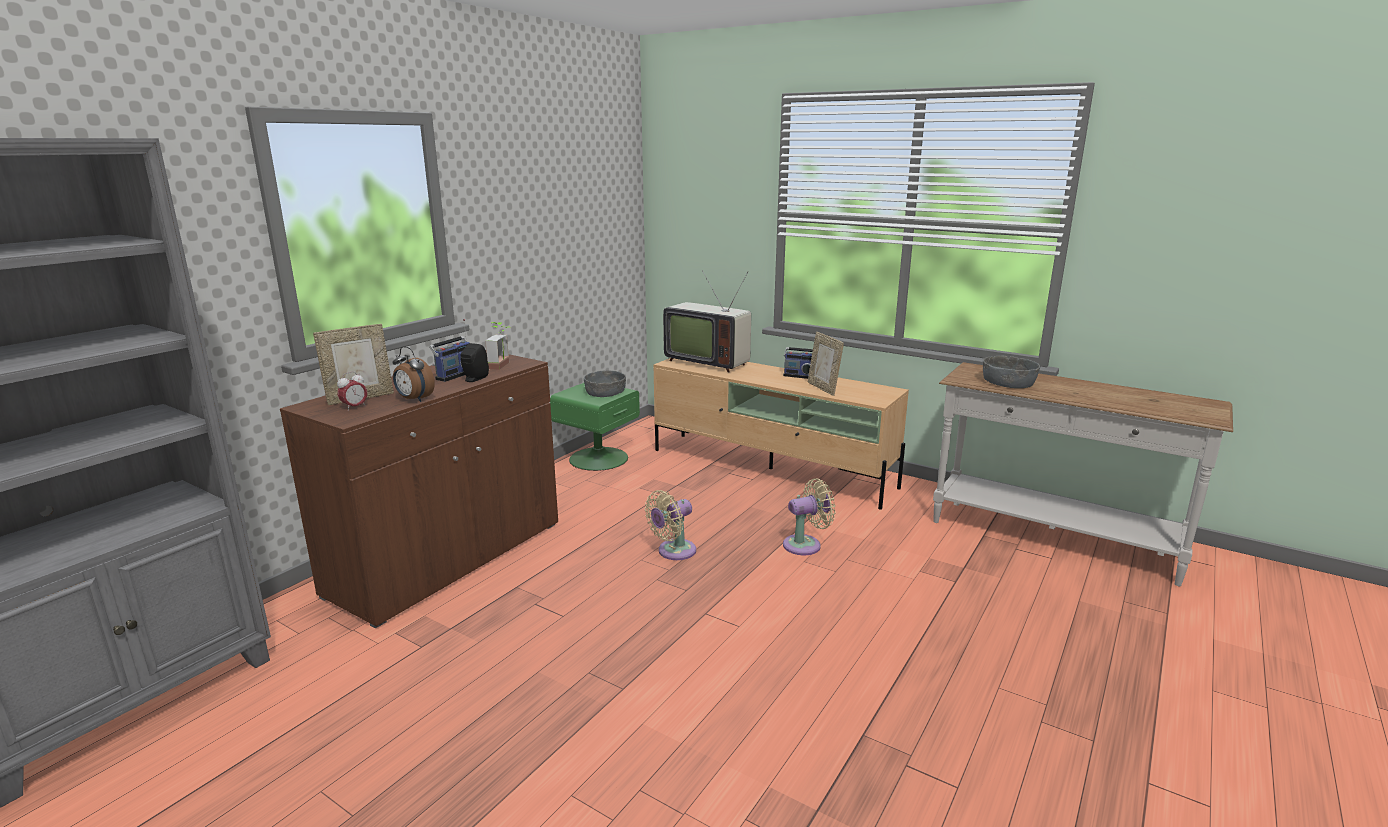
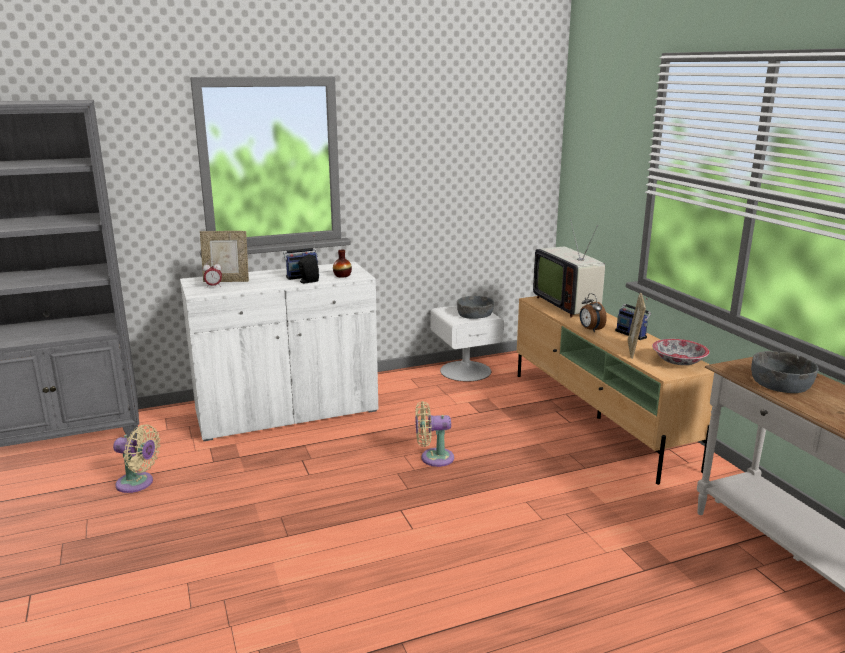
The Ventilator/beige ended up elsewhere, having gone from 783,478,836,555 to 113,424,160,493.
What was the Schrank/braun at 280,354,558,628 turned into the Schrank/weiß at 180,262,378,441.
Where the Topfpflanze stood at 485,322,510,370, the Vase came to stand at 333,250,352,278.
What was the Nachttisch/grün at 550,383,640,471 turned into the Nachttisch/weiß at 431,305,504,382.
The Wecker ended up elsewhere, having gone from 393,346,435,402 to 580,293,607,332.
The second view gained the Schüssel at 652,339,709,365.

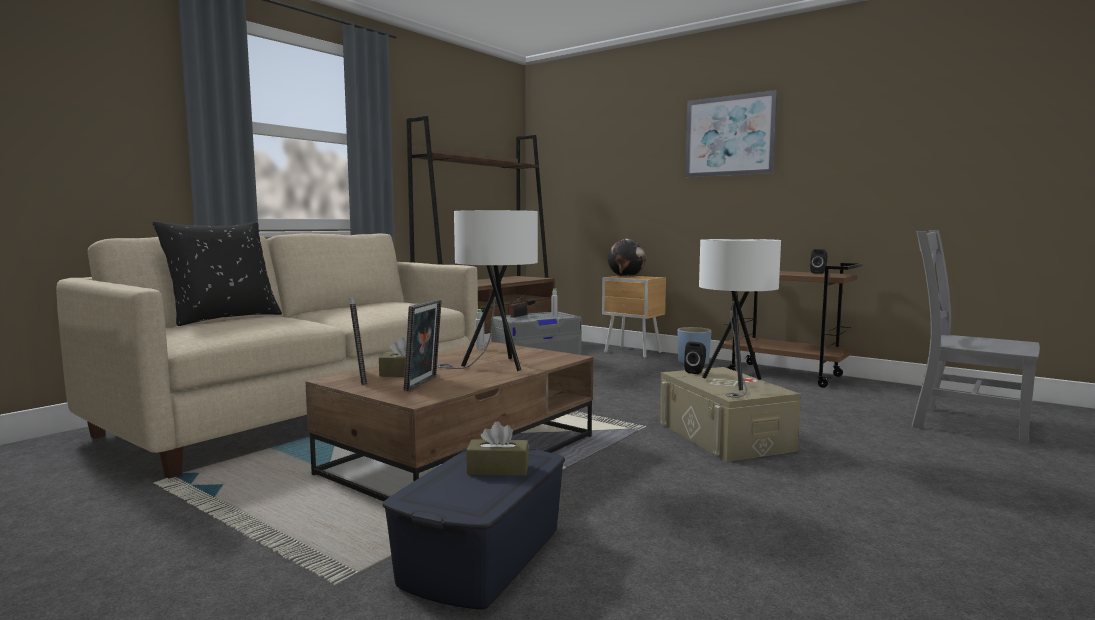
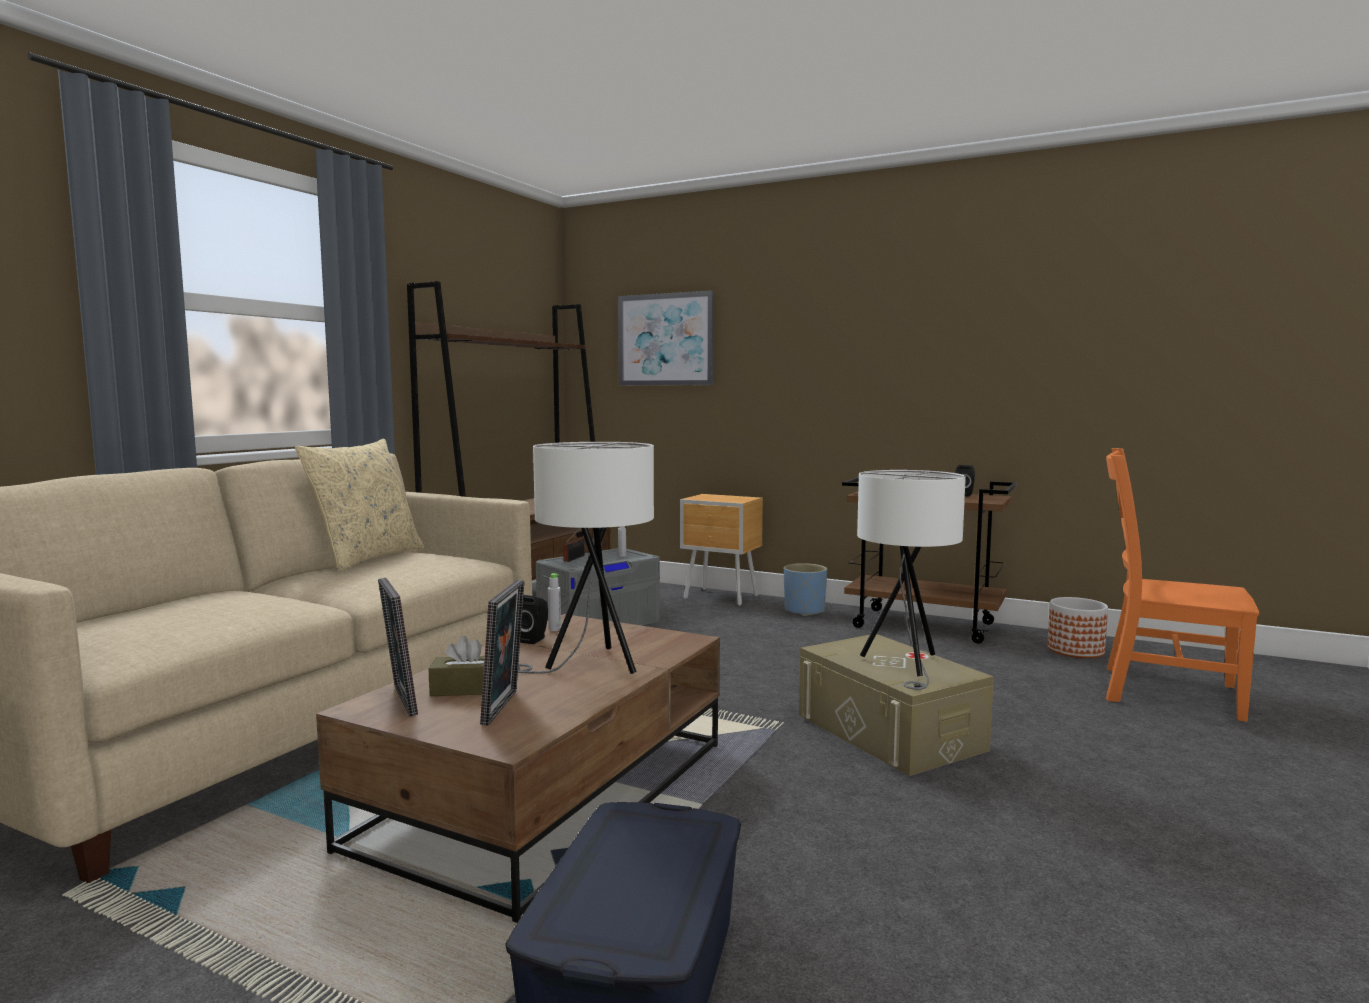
The second view gained the Kissen/beige at 295,439,424,571.
The Lautsprecher/schwarz ended up elsewhere, having gone from 684,341,706,374 to 520,595,548,644.
The Bild ended up elsewhere, having gone from 685,90,778,178 to 618,290,714,385.
The second view gained the Pflanzkübel at 1047,597,1108,658.
What was the Stuhl/grau at 912,230,1040,446 turned into the Stuhl/orange at 1106,448,1259,722.
The second view lost the Kissen/schwarz at 153,221,282,326.
The second view lost the Taschentuchbox/braun at 466,421,529,476.
The second view lost the Globus at 608,239,646,277.

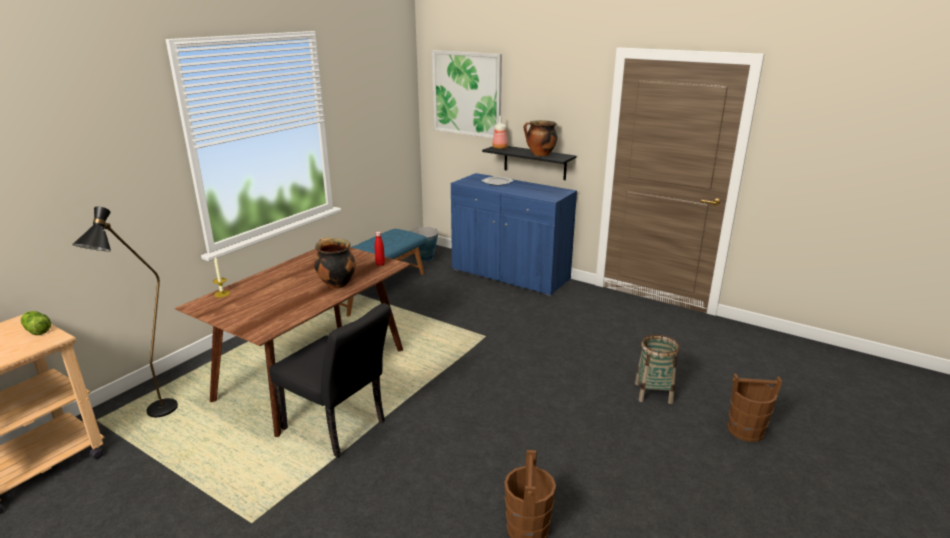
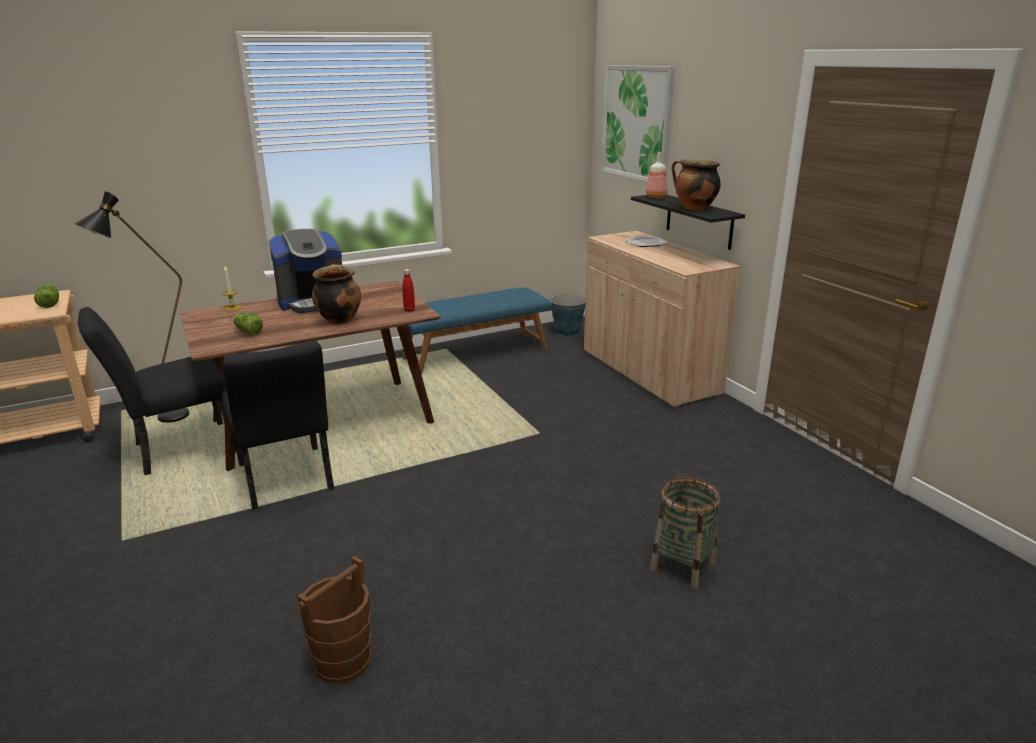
The second view gained the Stuhl/schwarz at 78,307,236,475.
The second view gained the Salatkopf at 233,312,263,336.
The second view gained the Kaffeemaschine at 269,229,342,313.
What was the Schrank/blau at 451,173,577,296 turned into the Schrank/beige at 584,231,740,408.
The second view lost the Eimer/braun at 727,374,782,442.

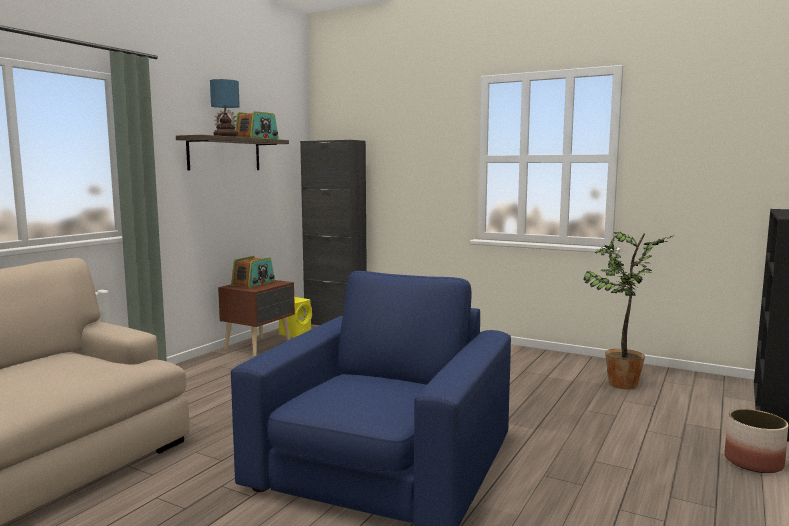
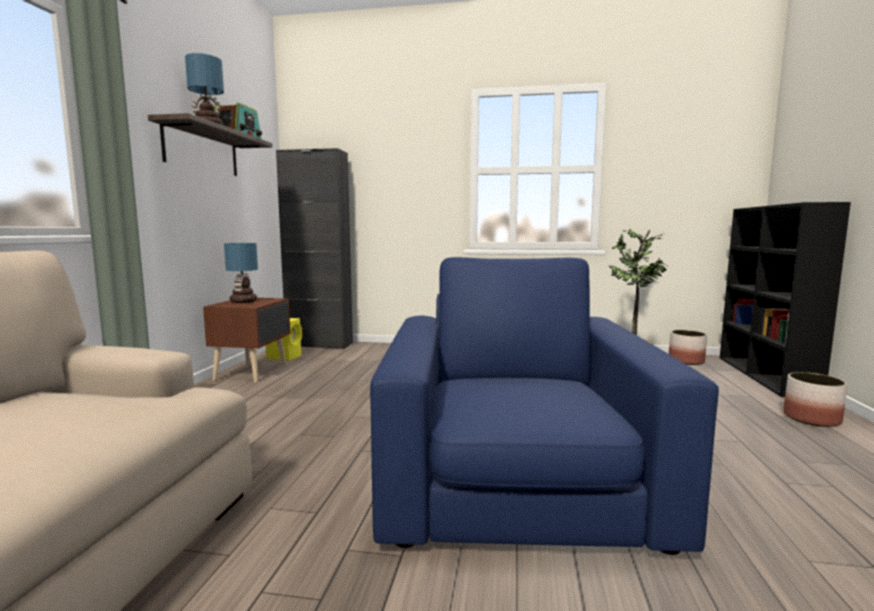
Where the Radio stood at 231,256,275,288, the Tischlampe came to stand at 224,243,258,303.
The second view gained the Pflanzkübel at 668,330,707,365.

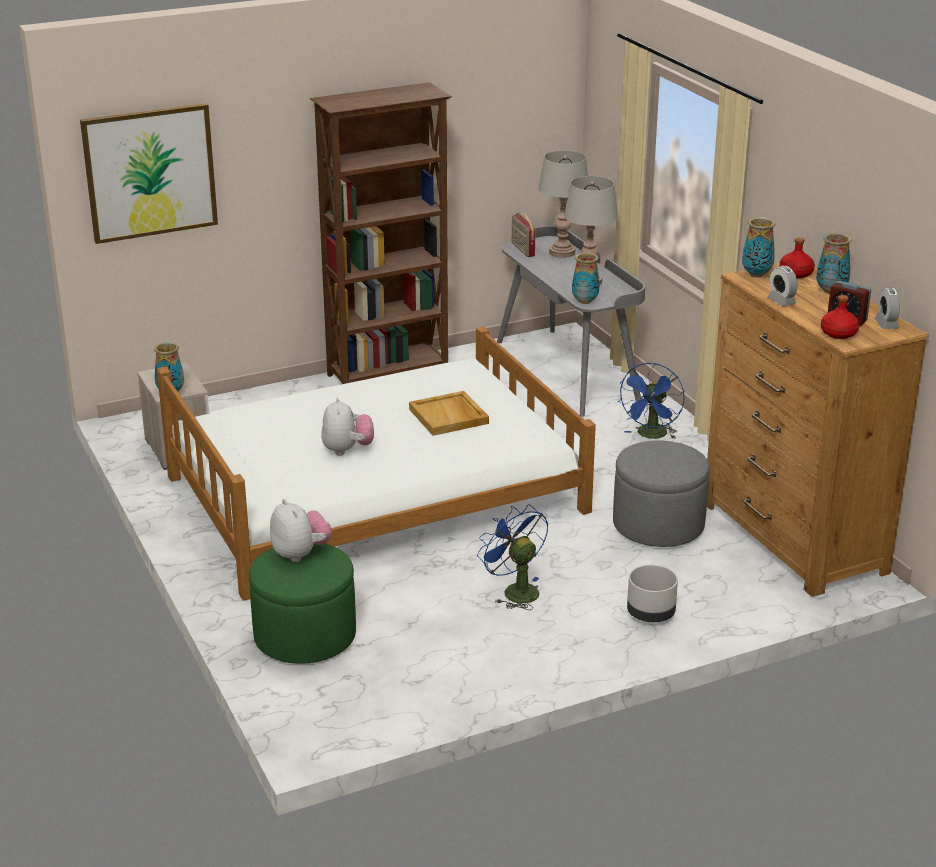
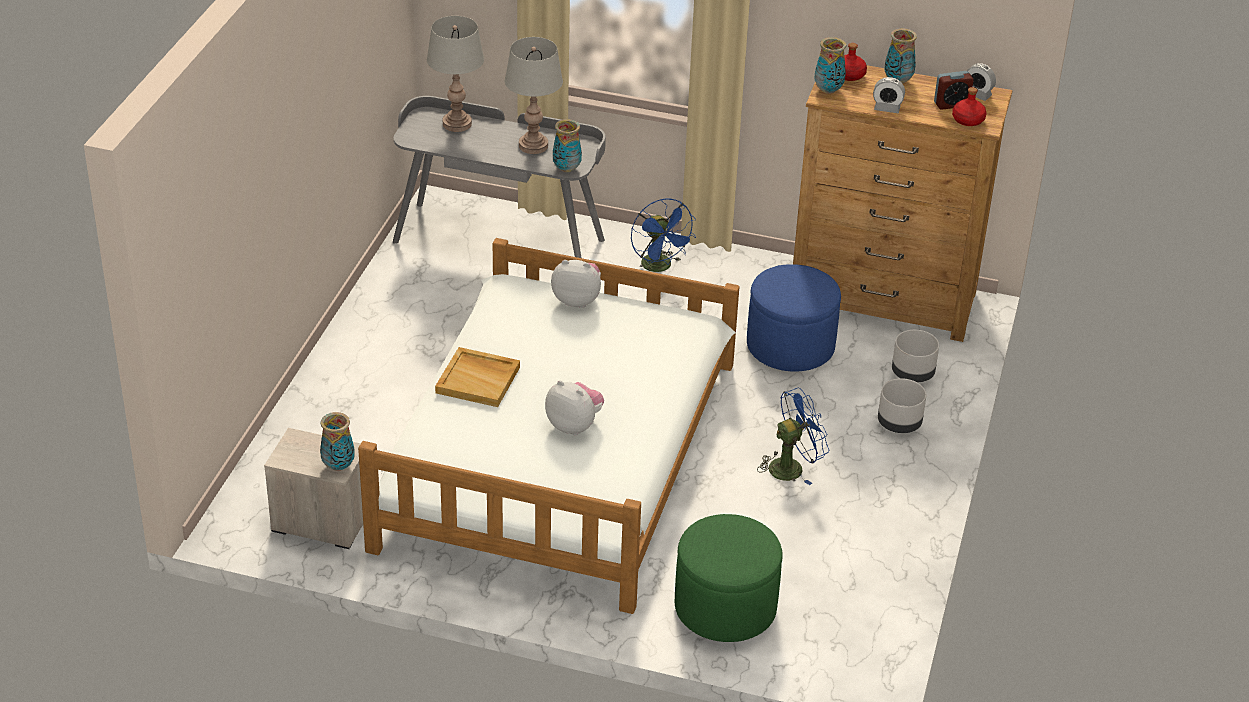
The Tablett/beige ended up elsewhere, having gone from 409,391,489,436 to 435,347,520,407.
The Plüschtier ended up elsewhere, having gone from 270,499,332,562 to 551,260,601,308.
What was the Polsterhocker/grau at 613,440,710,547 turned into the Polsterhocker/blau at 747,264,841,372.
The Ventilator/blau at 477,505,548,610 ended up facing another way, 150 degrees clockwise from before.
The second view gained the Pflanzkübel/grau at 892,330,939,382.
The second view lost the Bild at 80,103,218,244.
The second view lost the Bücherregal/braun at 310,82,452,384.
The second view lost the Radio at 512,213,536,257.

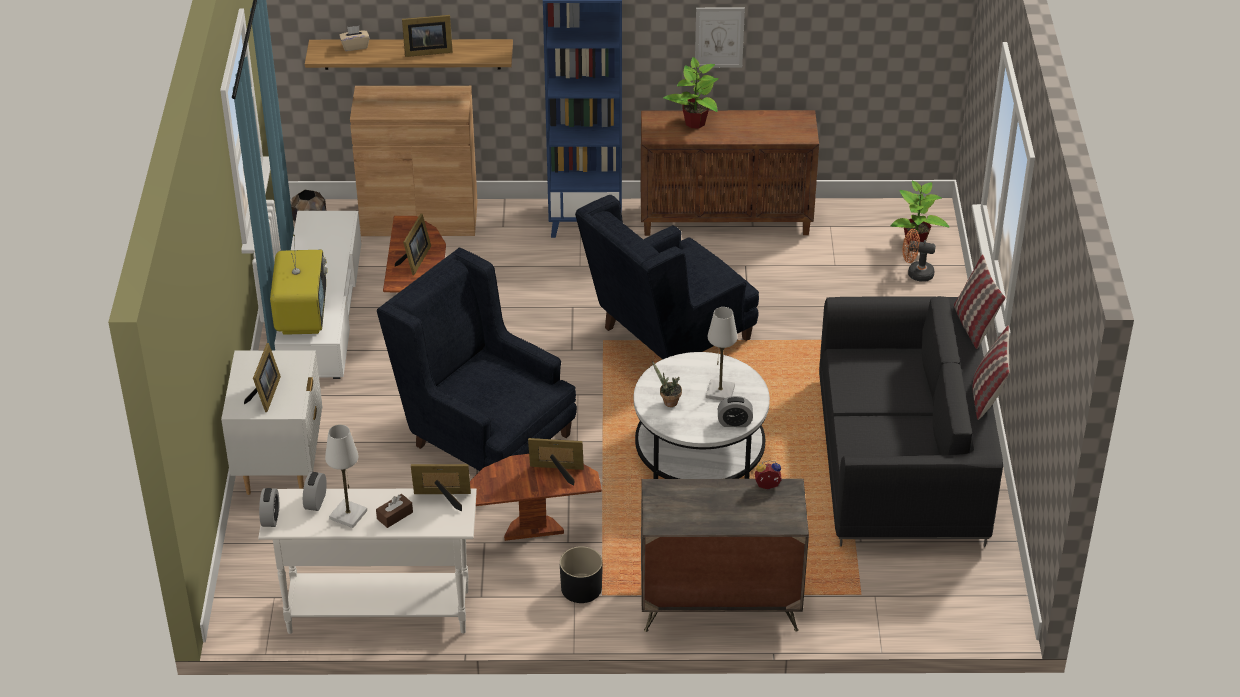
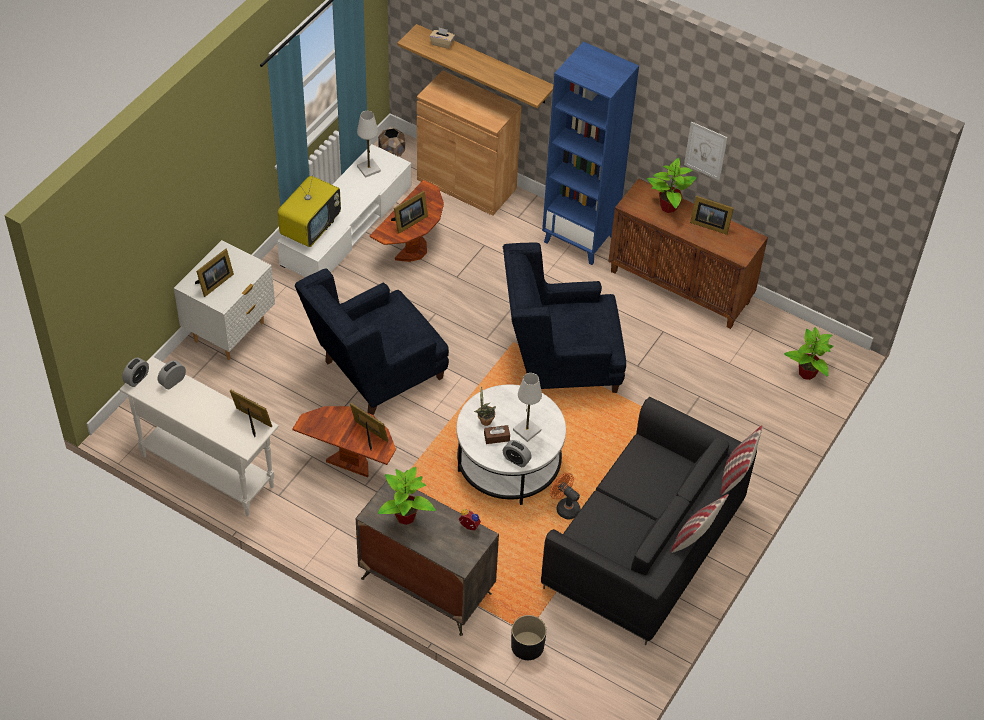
The Sessel/blau at 377,248,577,471 ended up facing another way, 105 degrees counterclockwise from before.
The Tischlampe/weiß ended up elsewhere, having gone from 325,425,367,528 to 357,111,381,178.
The second view gained the Topfpflanze at 378,467,436,525.
The Taschentuchbox/braun ended up elsewhere, having gone from 376,494,413,528 to 484,425,510,444.
The Pflanzkübel/schwarz ended up elsewhere, having gone from 560,546,603,603 to 511,615,547,660.
The Ventilator/orange ended up elsewhere, having gone from 903,229,936,282 to 550,473,580,520.
The Bilderrahmen ended up elsewhere, having gone from 402,15,453,57 to 690,196,734,235.

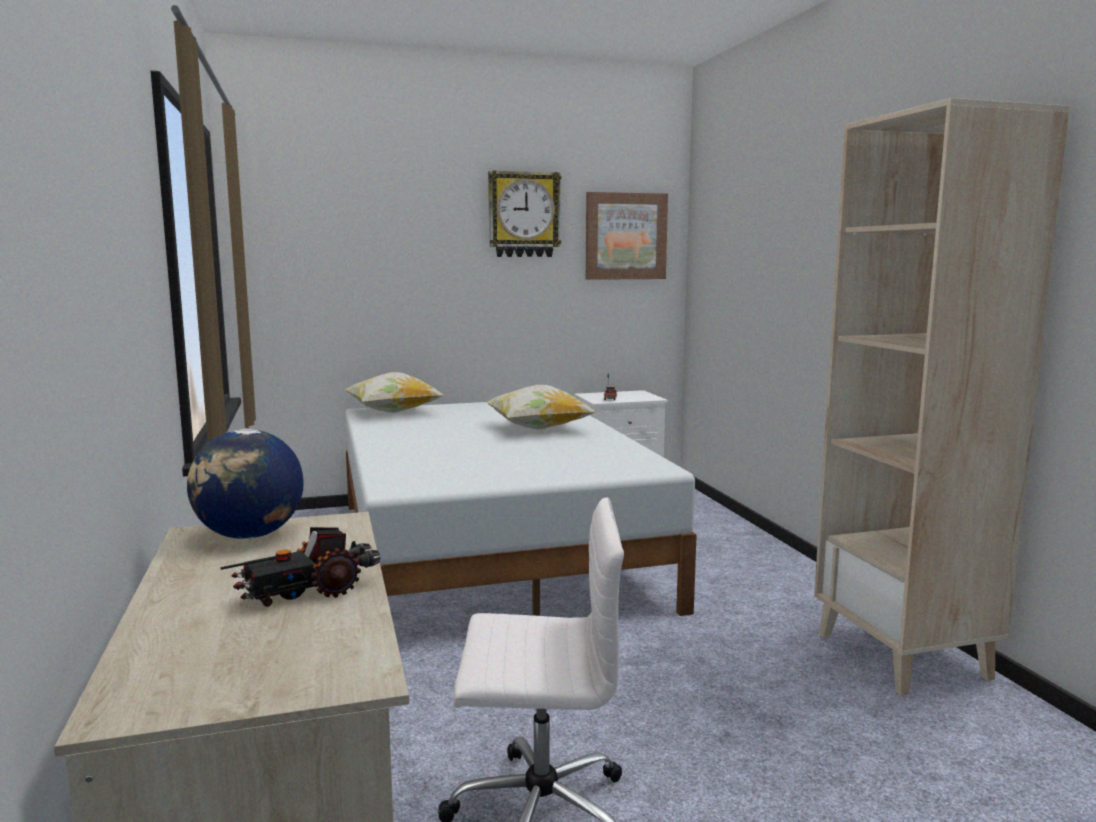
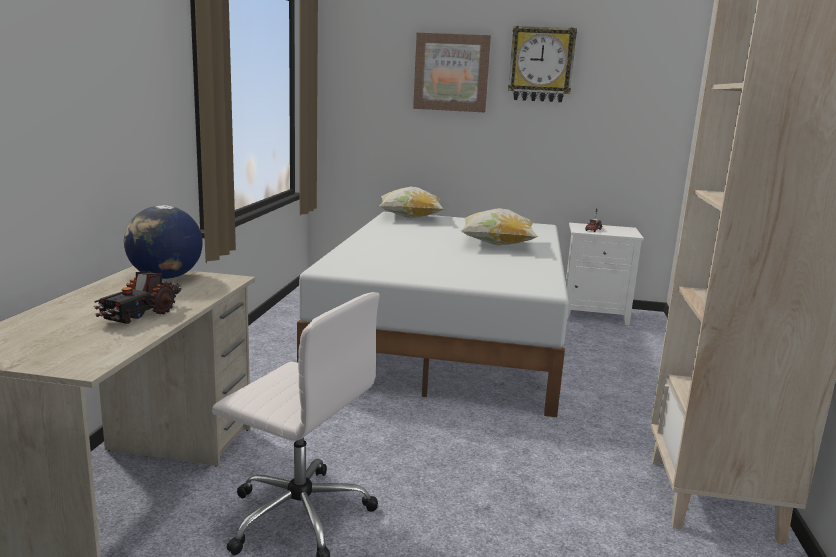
The Spielzeuglaster at 221,527,381,607 ended up facing another way, 60 degrees counterclockwise from before.
The Bild ended up elsewhere, having gone from 586,192,668,280 to 413,33,491,112.

